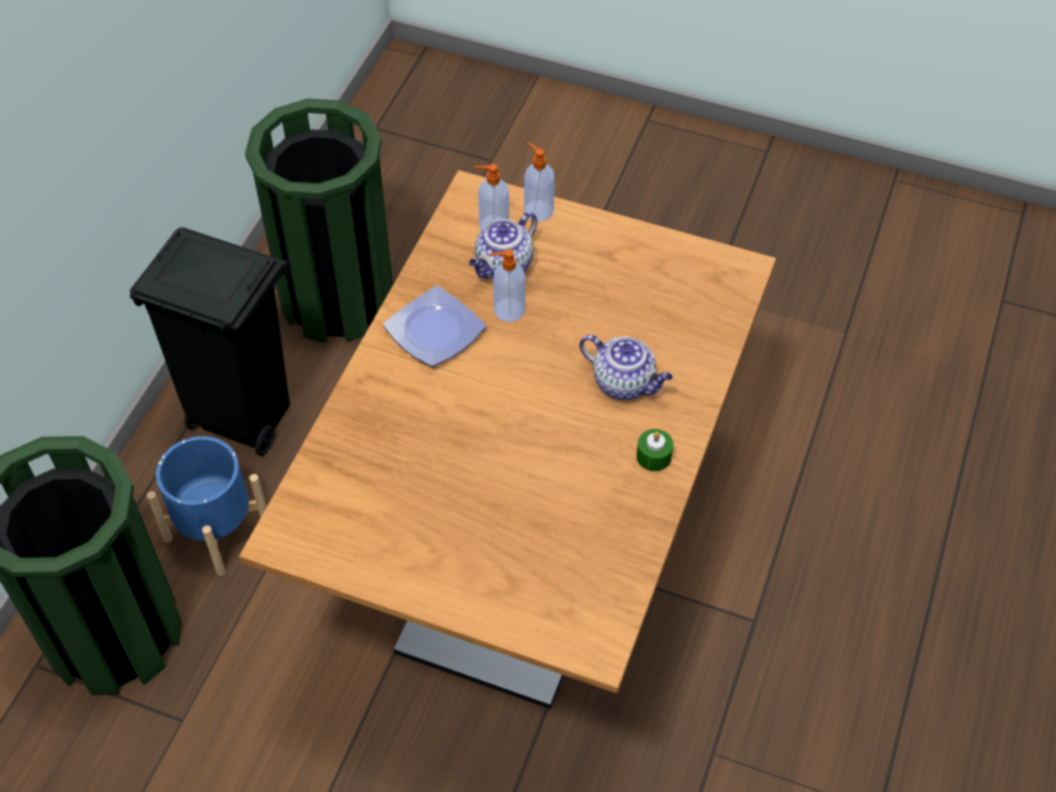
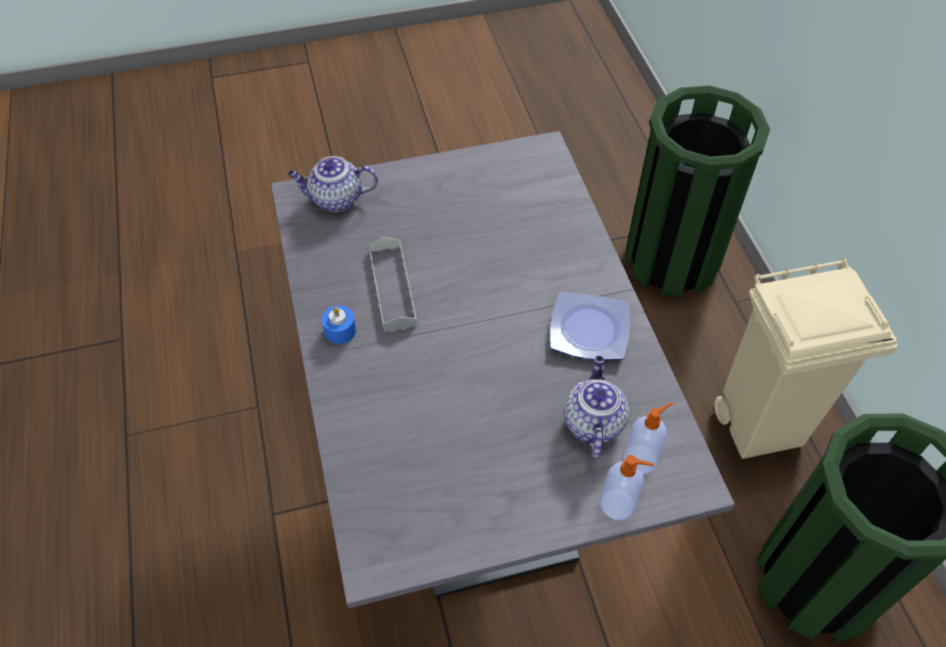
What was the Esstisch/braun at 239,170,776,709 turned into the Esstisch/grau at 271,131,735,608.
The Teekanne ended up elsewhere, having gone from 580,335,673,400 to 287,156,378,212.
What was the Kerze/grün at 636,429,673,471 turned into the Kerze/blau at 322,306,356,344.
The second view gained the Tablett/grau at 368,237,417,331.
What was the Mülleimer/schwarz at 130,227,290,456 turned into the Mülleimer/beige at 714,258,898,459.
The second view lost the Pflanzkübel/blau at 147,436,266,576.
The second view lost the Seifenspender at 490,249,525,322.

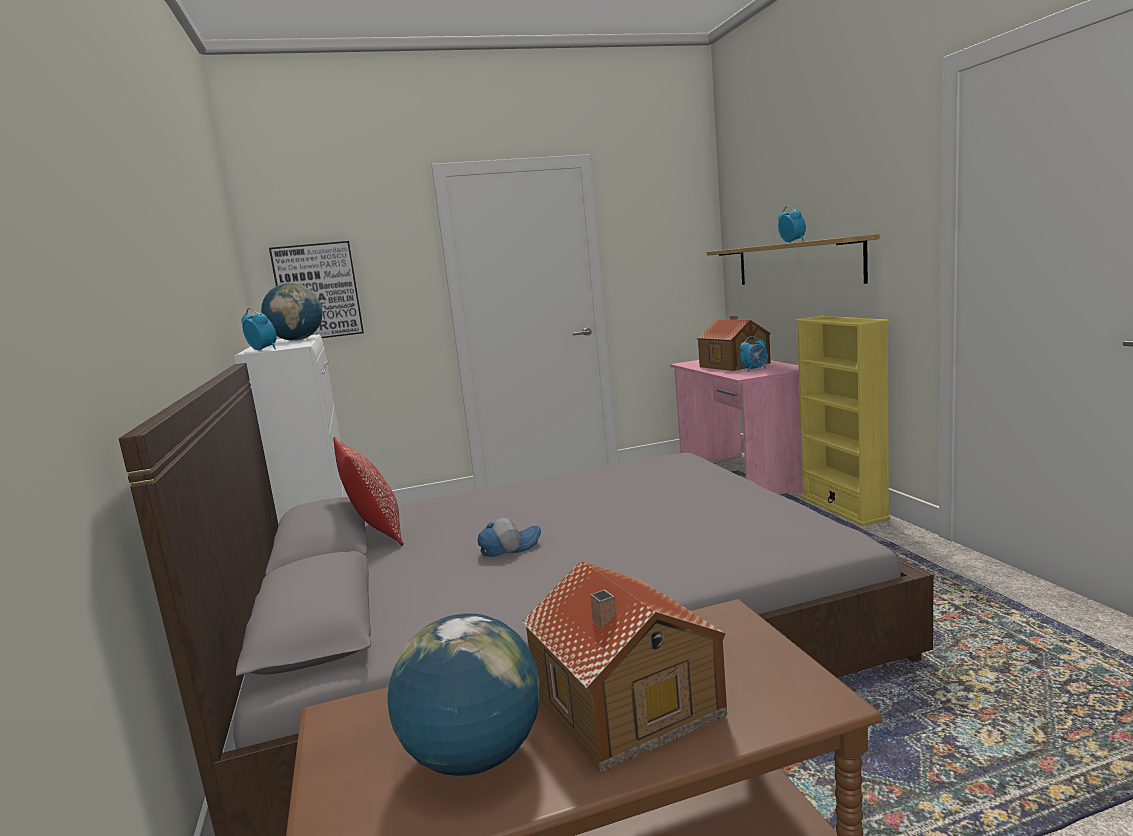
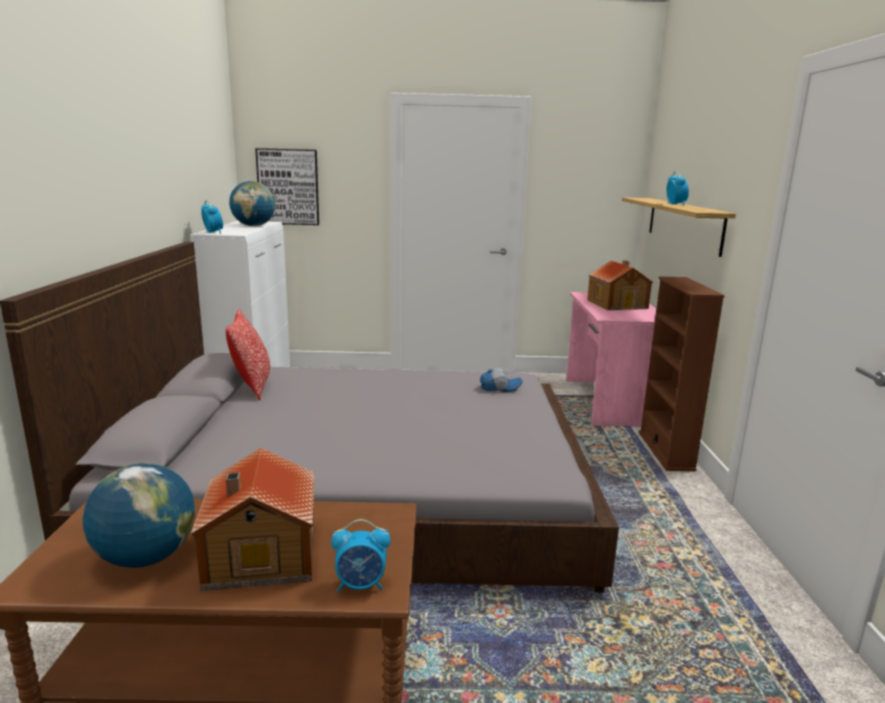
The Wecker ended up elsewhere, having gone from 740,336,768,372 to 331,519,391,592.
The Kappe ended up elsewhere, having gone from 478,518,541,557 to 480,368,523,392.
What was the Bücherregal/gelb at 795,316,890,526 turned into the Bücherregal/braun at 638,276,725,471.

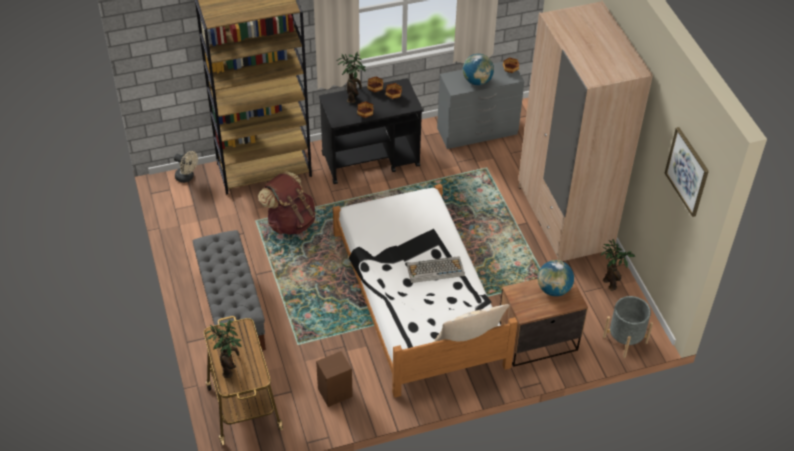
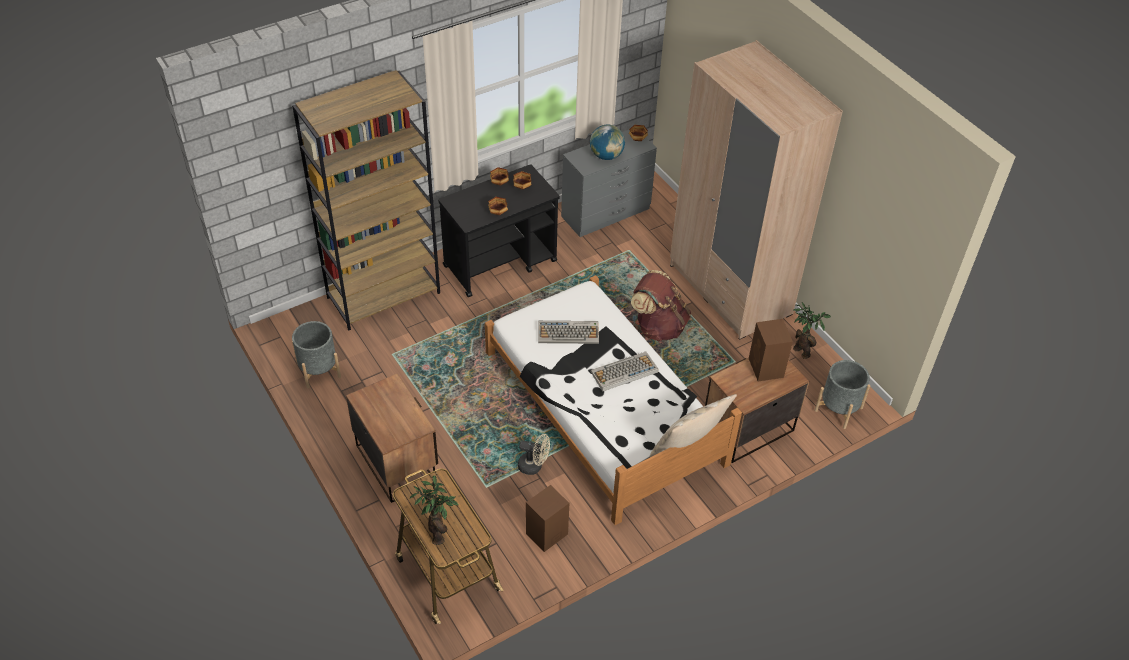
The second view gained the Pflanzkübel/grau at 292,321,341,388.
Where the Bank/grau stood at 193,230,266,351, the Nachttisch came to stand at 346,374,438,503.
The Ventilator/beige ended up elsewhere, having gone from 174,151,198,183 to 518,434,550,475.
The second view gained the Tastatur at 538,321,599,344.
The Rucksack/braun ended up elsewhere, having gone from 258,171,315,235 to 631,270,691,342.
Where the Globus stood at 538,260,574,296, the Lautsprecher/braun came to stand at 749,319,793,381.
The second view lost the Topfpflanze at 337,52,366,103.
The second view lost the Bild at 665,127,709,217.

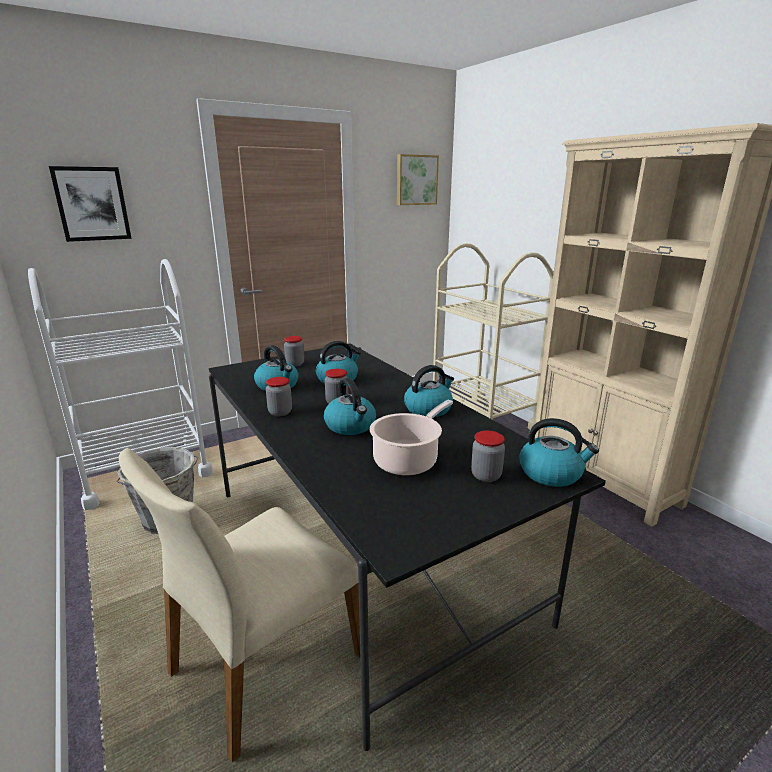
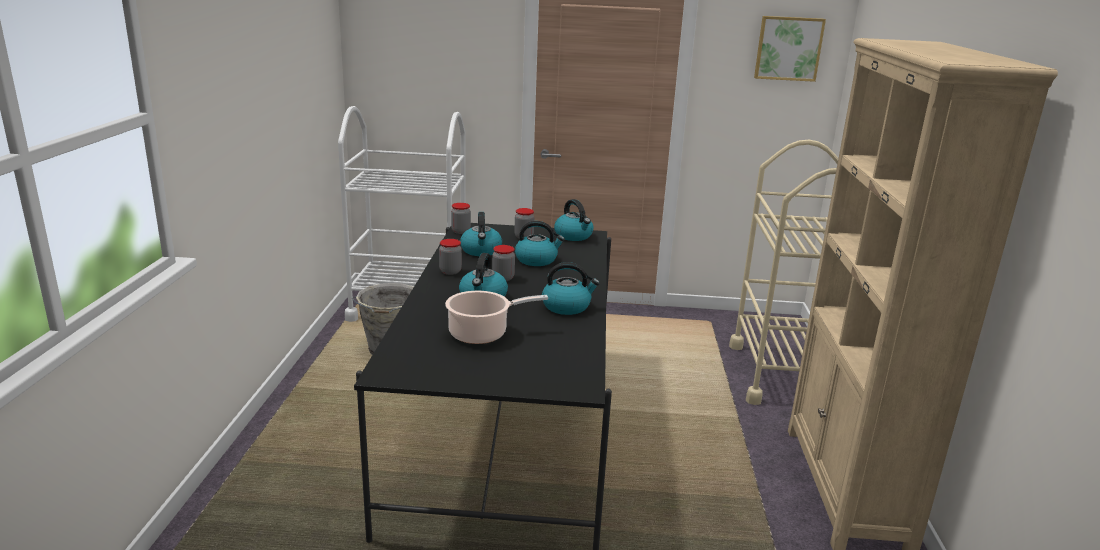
The Vorratsglas ended up elsewhere, having gone from 471,431,505,482 to 451,203,471,234.
The Wasserkessel ended up elsewhere, having gone from 520,418,599,487 to 554,199,593,241.
The second view lost the Bild at 49,166,132,242.
The second view lost the Stuhl/beige at 119,448,360,763.

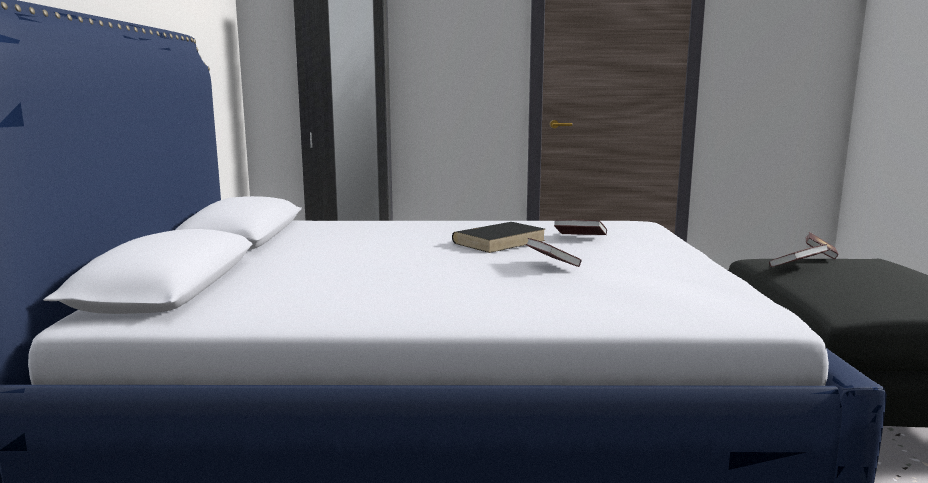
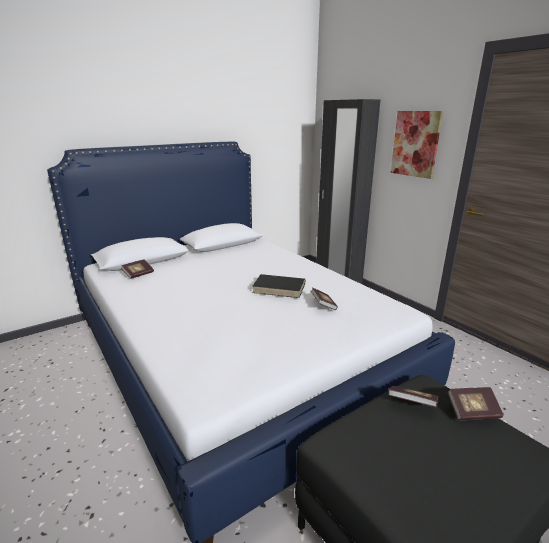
The Buch ended up elsewhere, having gone from 526,238,581,267 to 121,259,154,279.
The second view gained the Bild at 391,111,443,179.

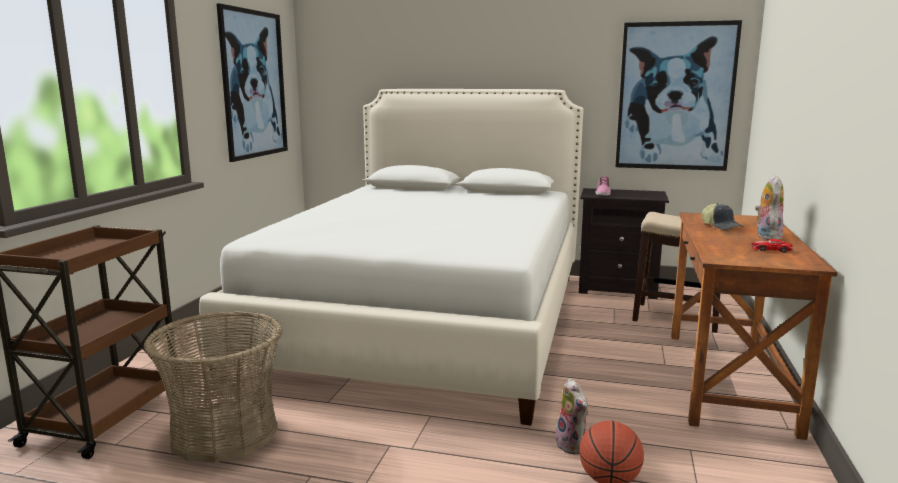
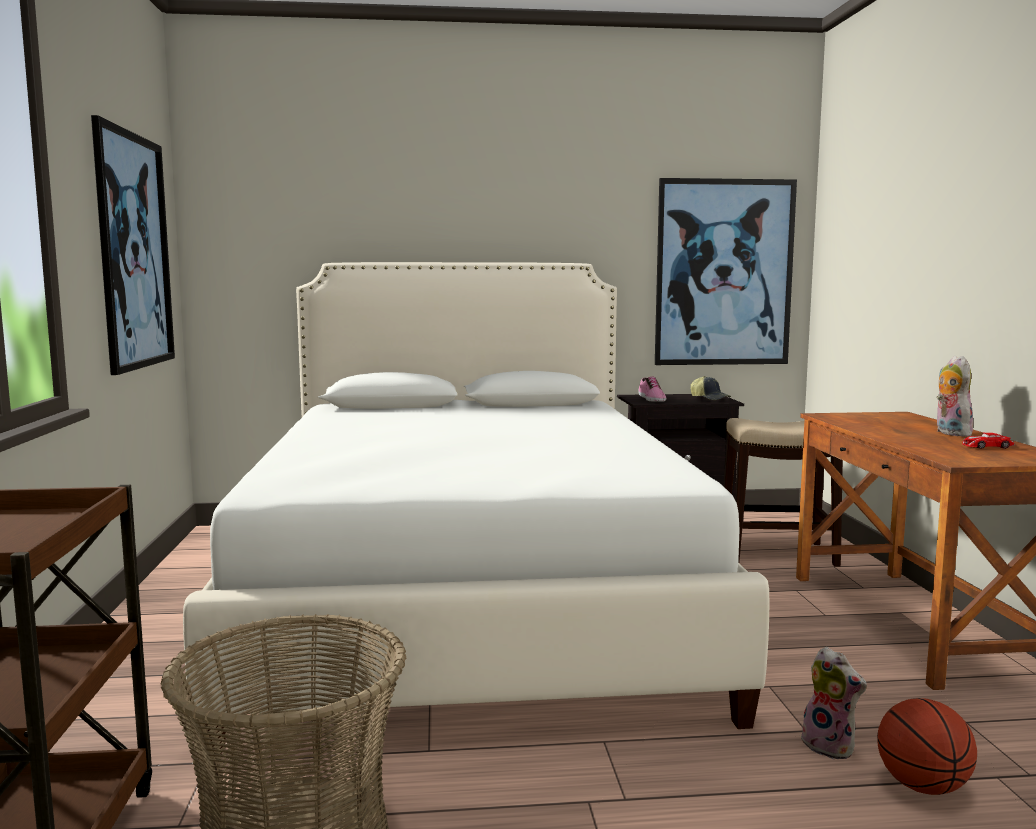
The Kappe ended up elsewhere, having gone from 702,203,744,230 to 690,376,731,400.

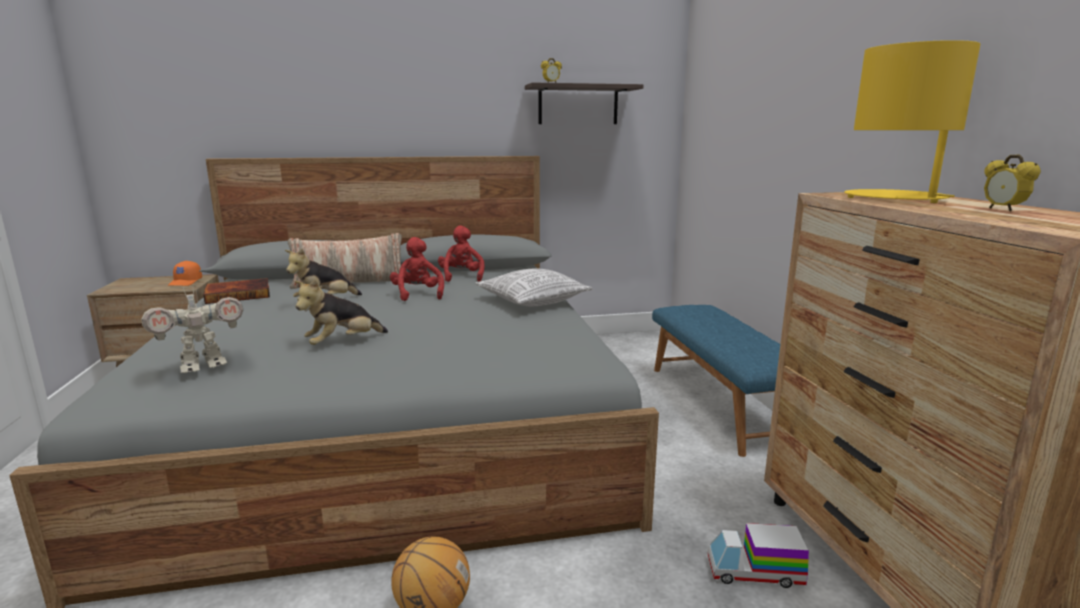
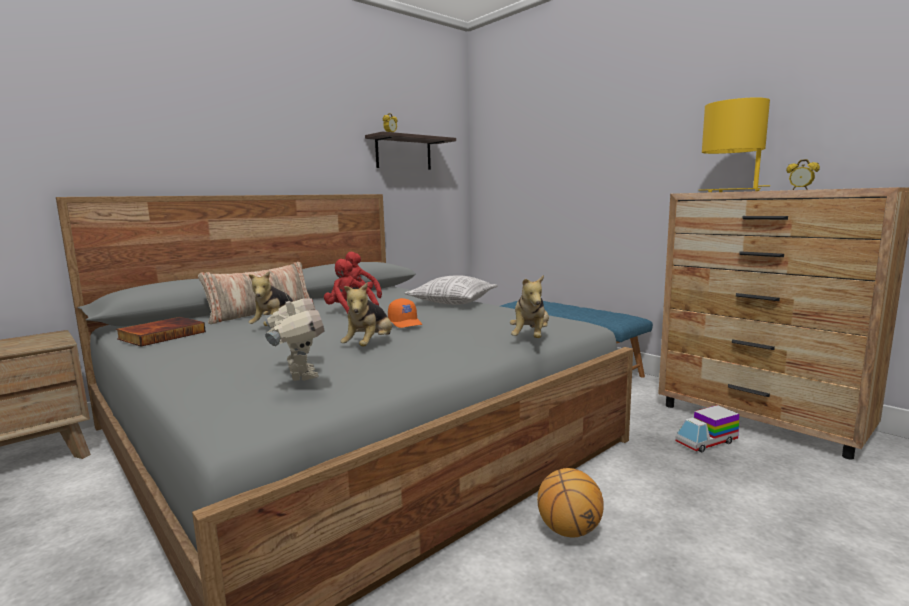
The Spielzeugroboter at 141,288,243,373 ended up facing another way, 45 degrees counterclockwise from before.
The Kappe/orange ended up elsewhere, having gone from 168,261,202,286 to 388,298,422,328.
The second view gained the Plüschtier at 510,275,549,338.

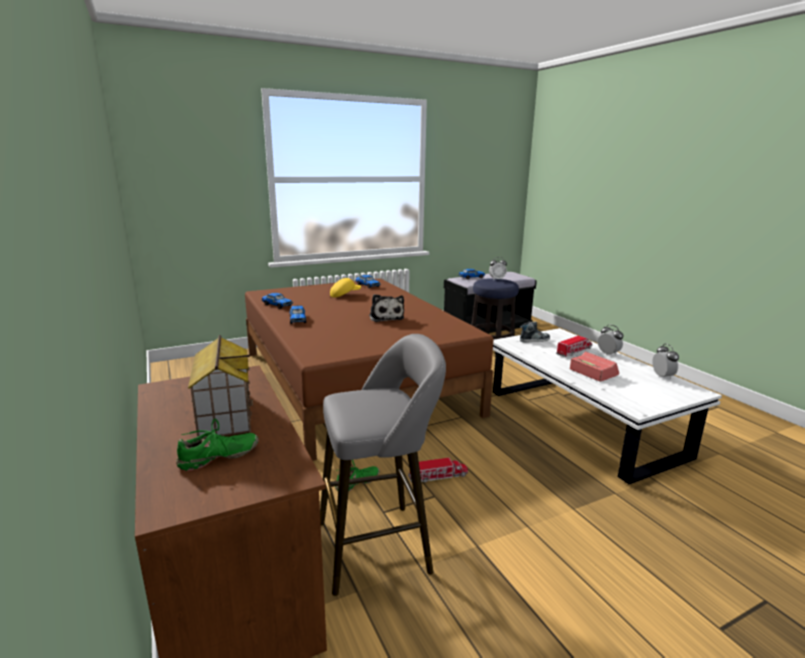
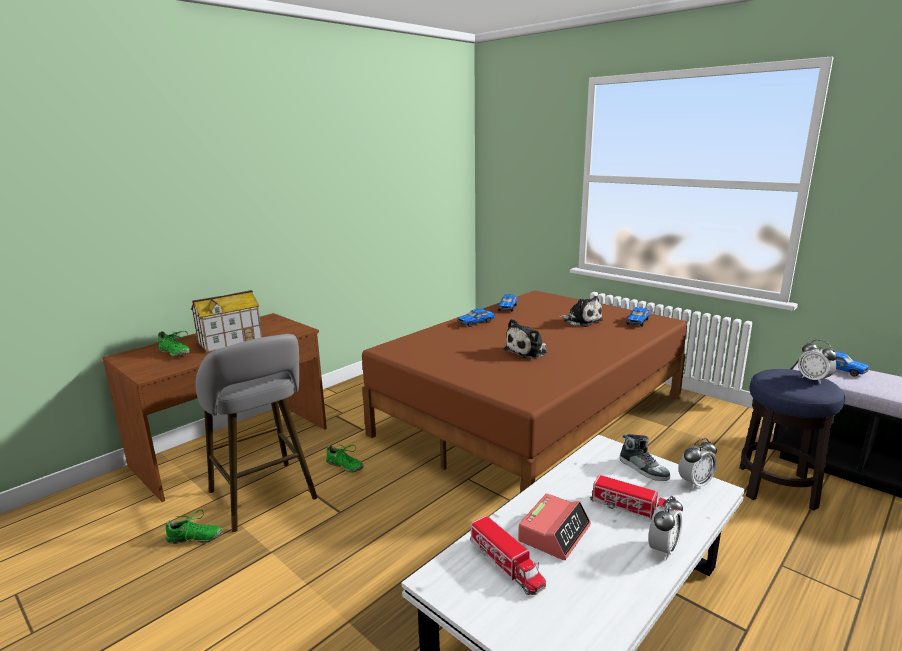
The second view gained the Schuh/grün at 166,510,222,544.
The Spielzeuglaster ended up elsewhere, having gone from 408,458,468,482 to 470,515,546,595.
Where the Kappe/gelb stood at 330,278,361,297, the Plüschtier came to stand at 559,296,603,327.
The Wecker ended up elsewhere, having gone from 652,344,679,379 to 679,438,717,490.

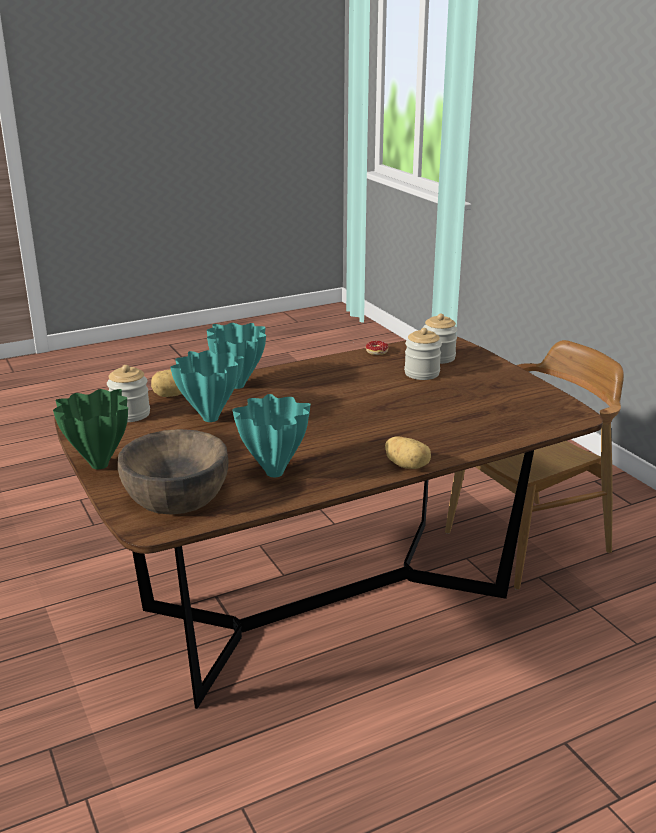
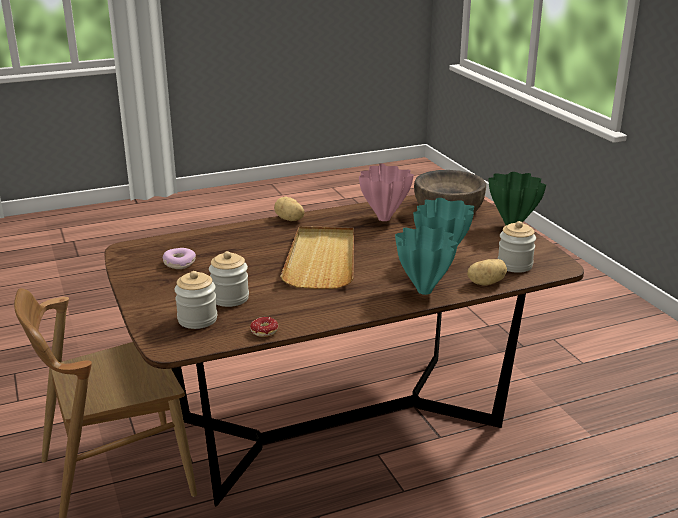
The second view gained the Donut at 162,248,196,269.
The second view gained the Tablett/beige at 280,226,354,289.
What was the Vase/türkis at 233,394,310,477 turned into the Vase/rosa at 359,163,414,221.

